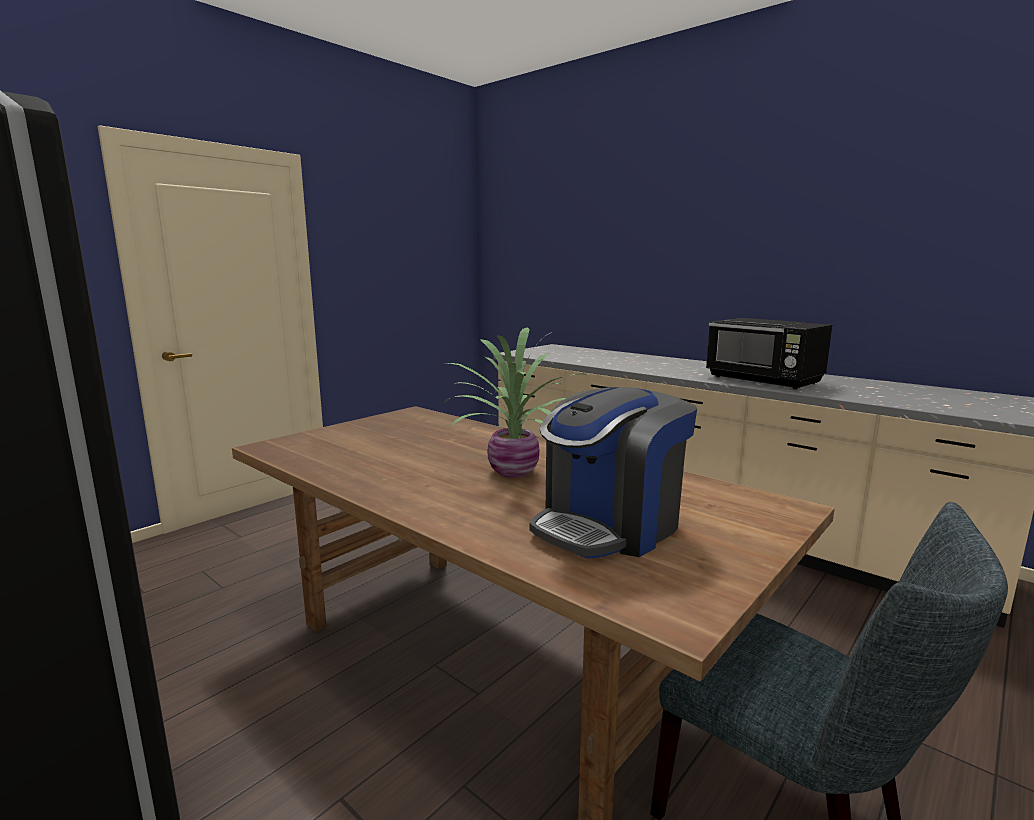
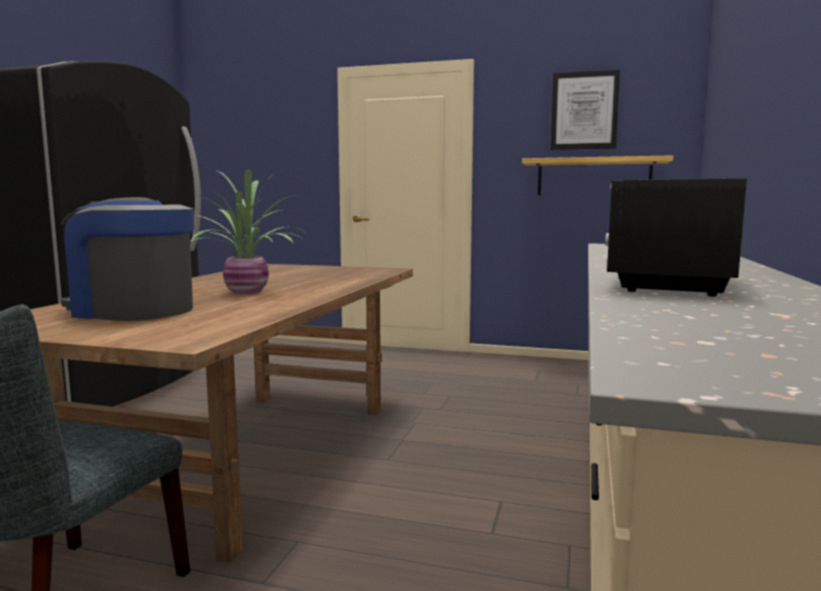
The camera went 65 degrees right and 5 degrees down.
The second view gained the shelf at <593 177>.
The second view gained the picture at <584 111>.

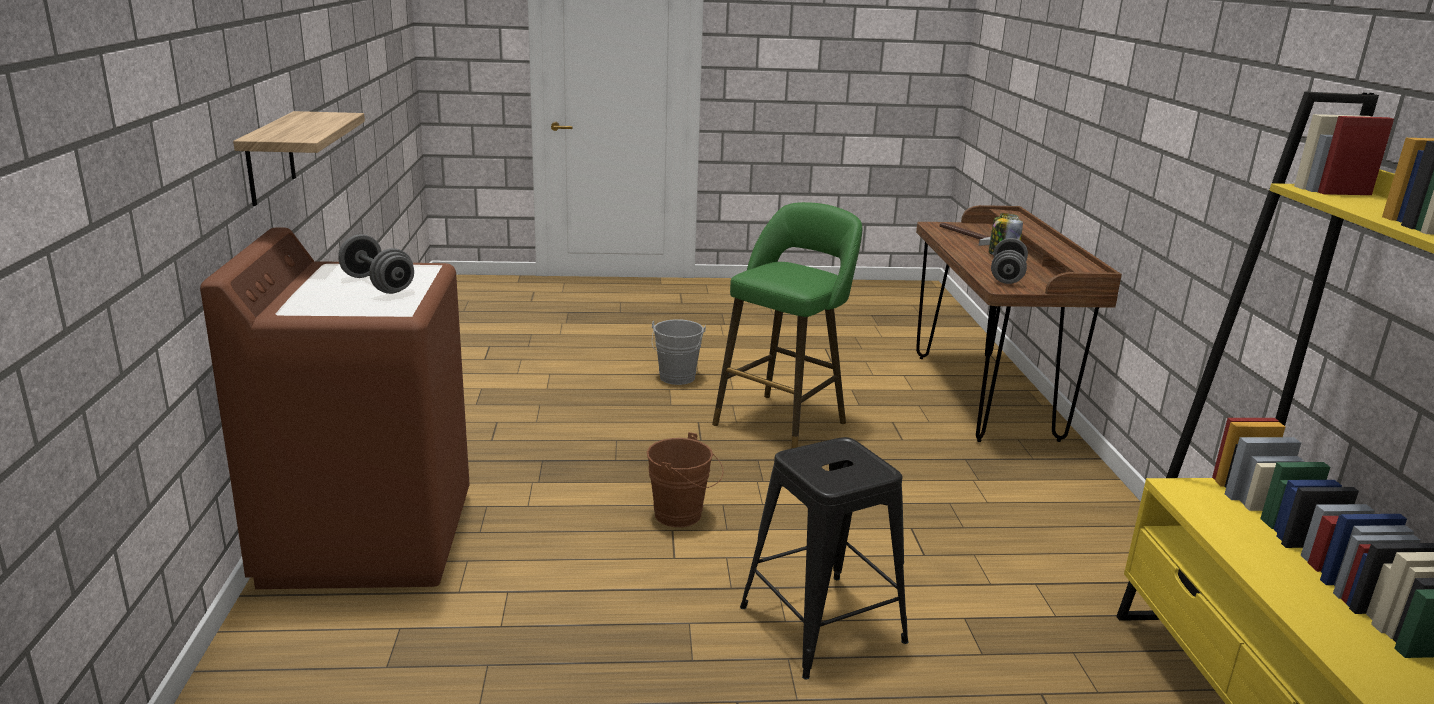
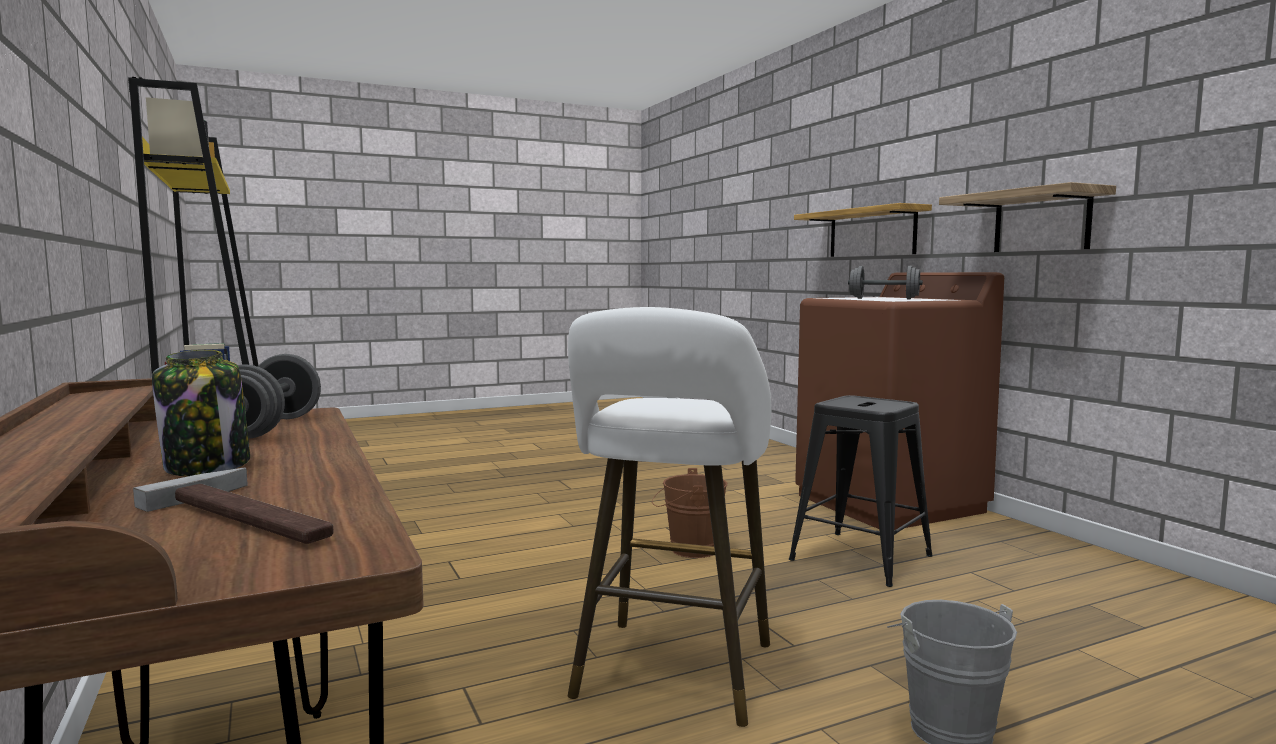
The camera went 160 degrees right and 15 degrees down.
The second view gained the shelf at <871 233>.
The black_stool ended up elsewhere, having gone from <822 624> to <861 558>.
What was the green_stool at <784 421> turned into the white_stool at <672 676>.

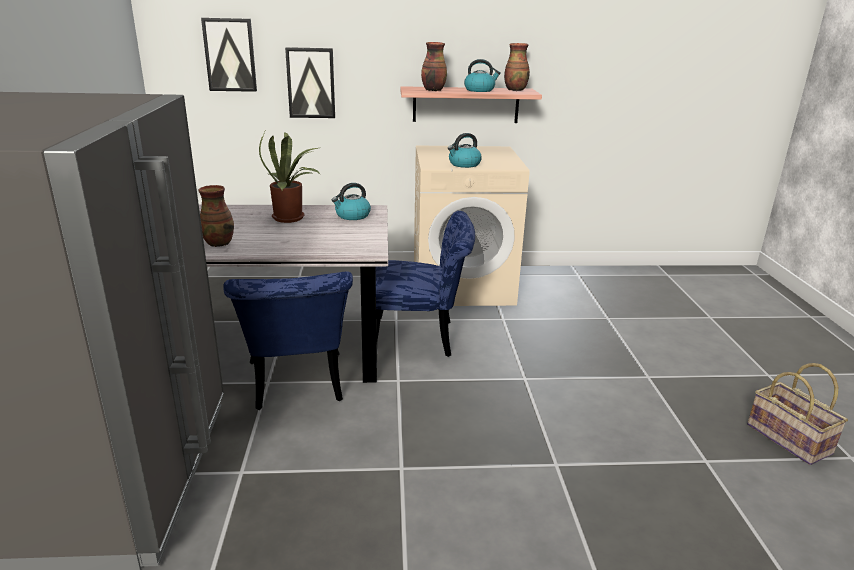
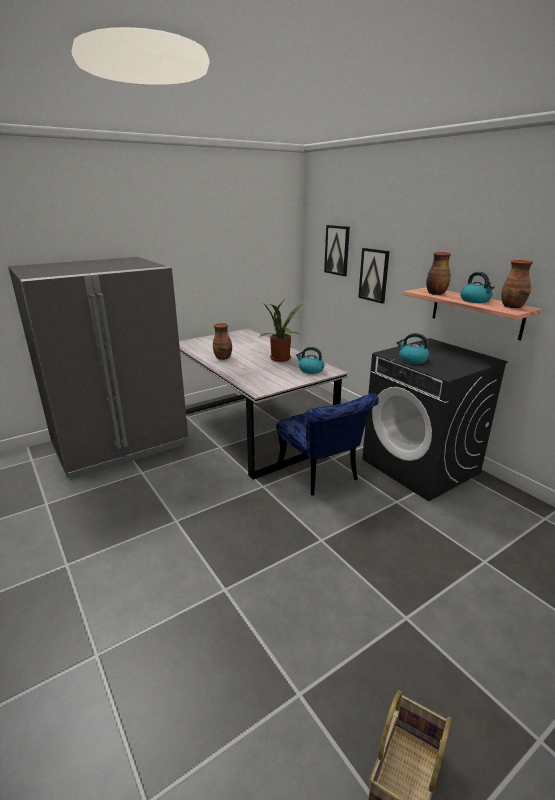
The camera went 60 degrees right and 0 degrees up.
The second view lost the blue_chair at <297 387>.
What was the beige_washing_machine at <463 286> turned into the black_washing_machine at <421 466>.

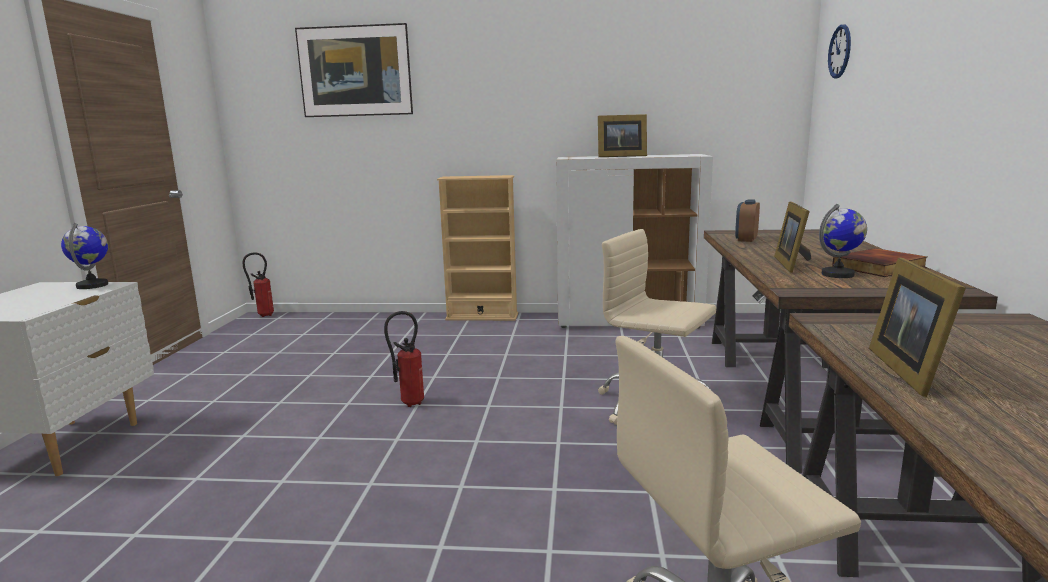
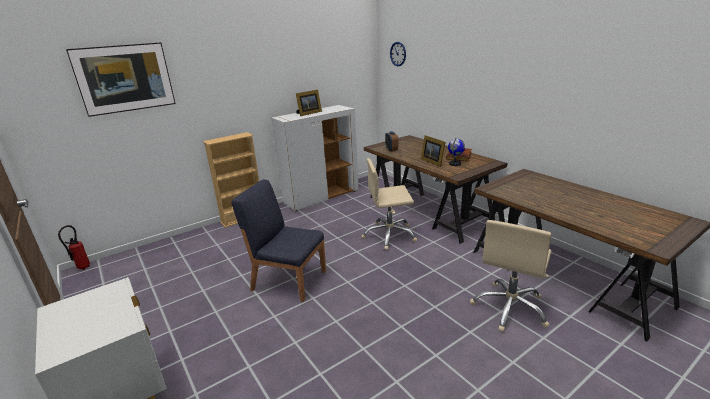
The camera went 40 degrees left and 10 degrees up.
The second view lost the globe at <93 285>.
The second view lost the picture_frame at <910 370>.
Where the fire_extinguisher stood at <408 403>, the blue_chair came to stand at <288 280>.

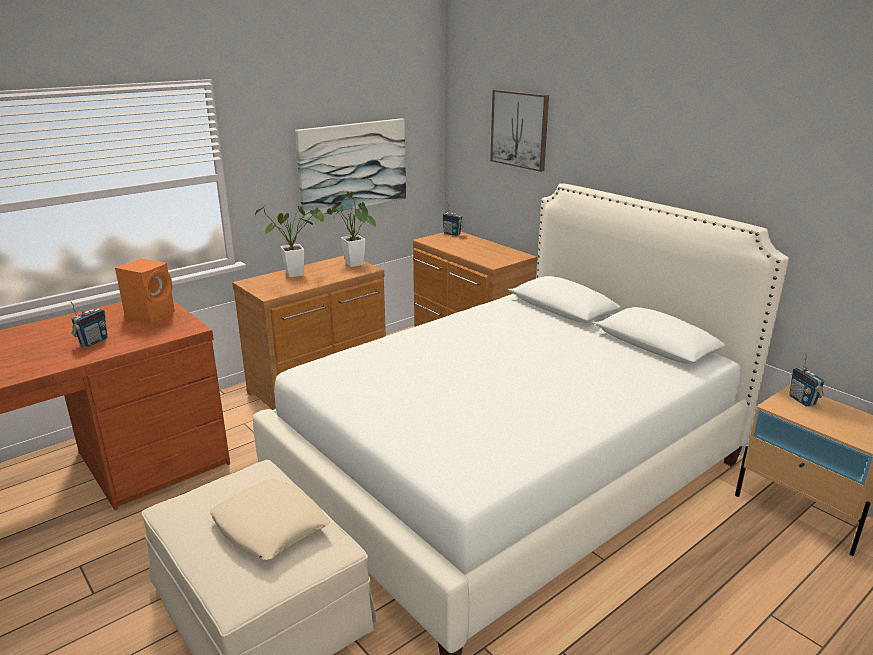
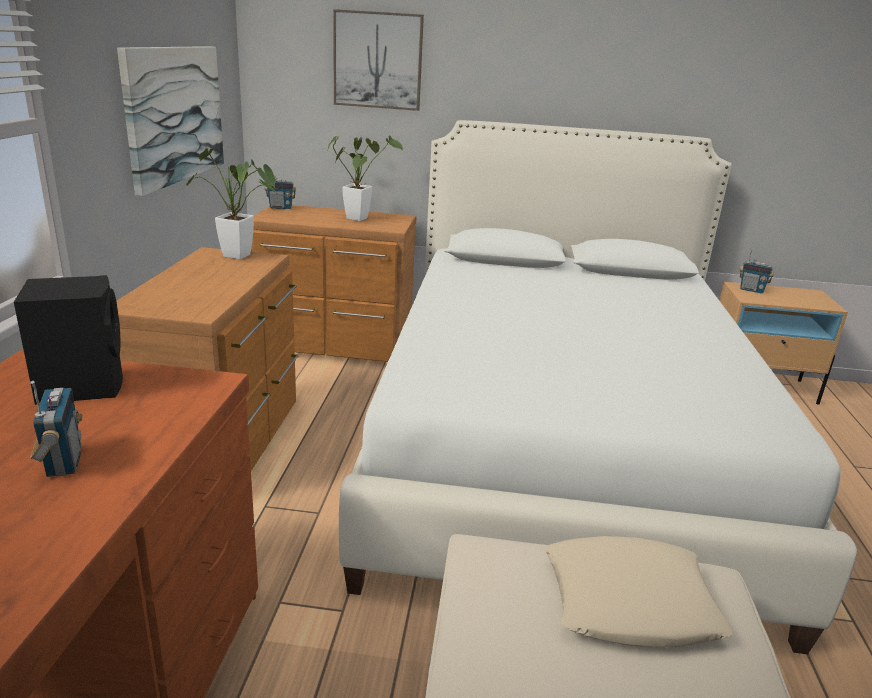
The camera went 45 degrees left and 0 degrees up.
The potted_plant ended up elsewhere, having gone from <299 274> to <359 218>.
What was the orange_speaker at <152 314> turned into the black_speaker at <82 385>.

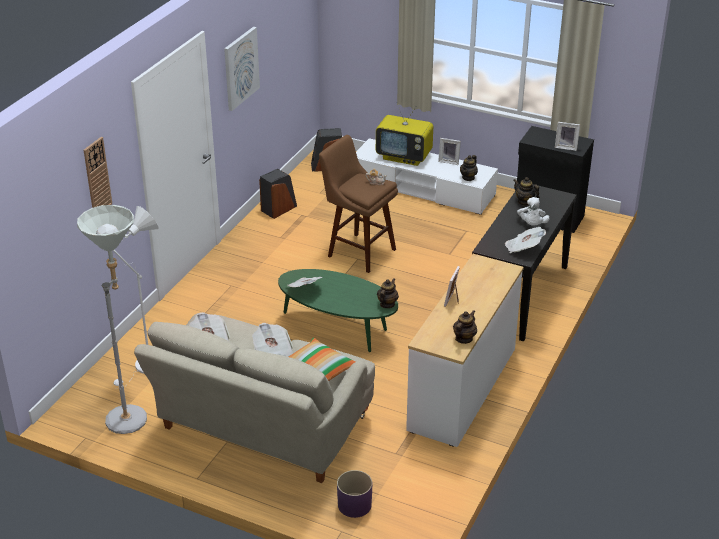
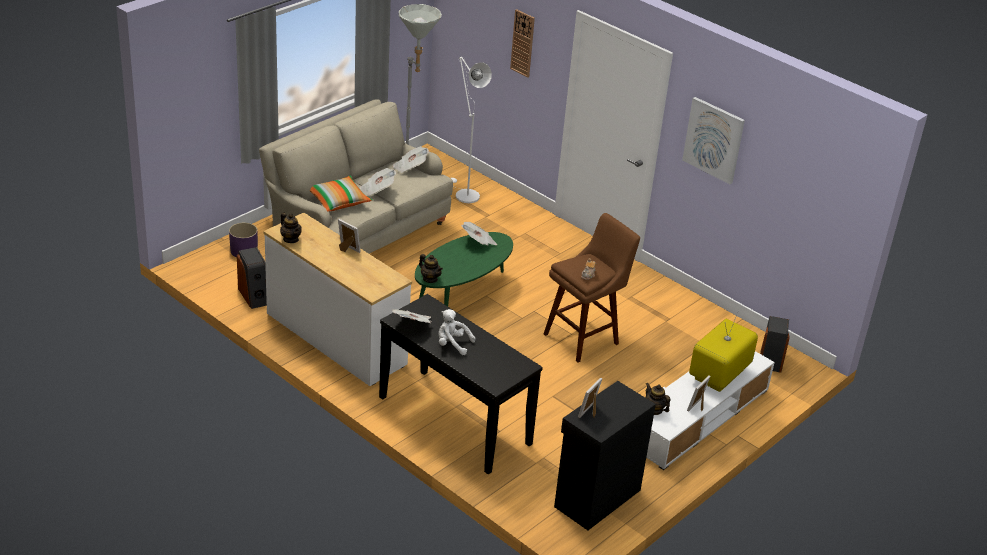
The camera went 105 degrees right and 0 degrees up.
The second view lost the teapot at <524 202>.
The speaker ended up elsewhere, having gone from <279 209> to <254 296>.

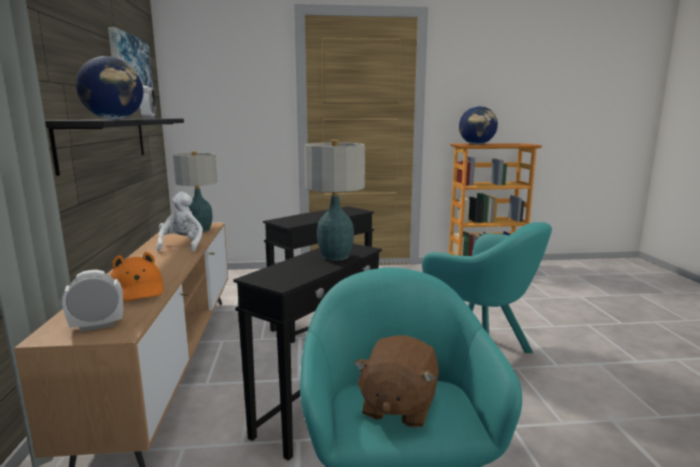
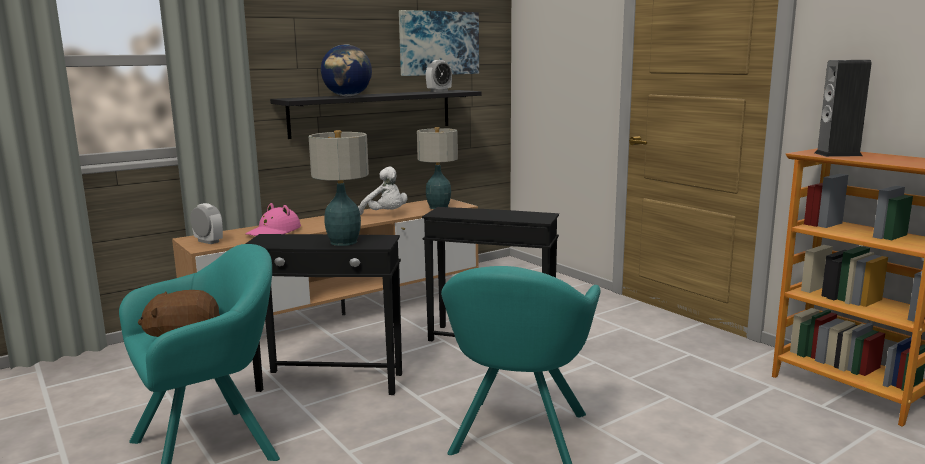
The camera went 60 degrees right and 0 degrees up.
Where the globe stood at <477 144>, the speaker came to stand at <838 154>.
What was the orange_hat at <138 290> turned into the pink_hat at <274 232>.
The white_plush_toy at <182 245> ended up facing another way, 75 degrees clockwise from before.

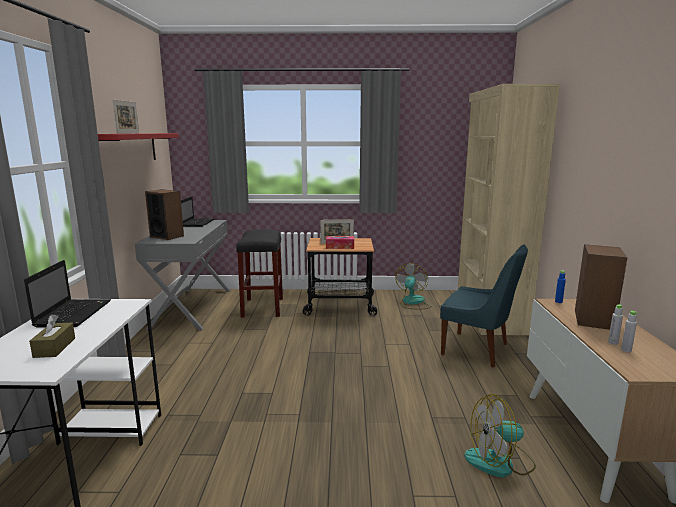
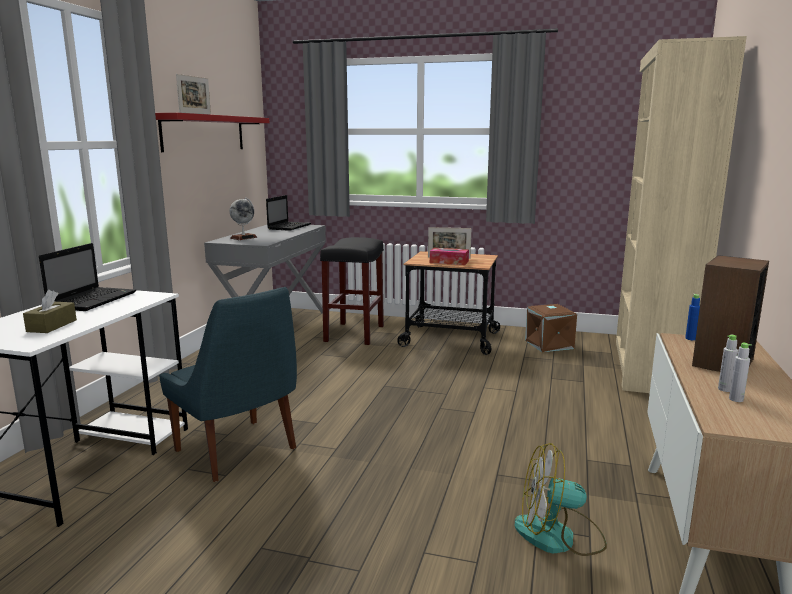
The camera went 15 degrees right and 0 degrees up.
The blue_chair ended up elsewhere, having gone from <477 350> to <238 451>.
Where the speaker stood at <167 236>, the globe came to stand at <243 238>.
Where the fan stood at <412 303>, the brown_storage_box came to stand at <548 344>.

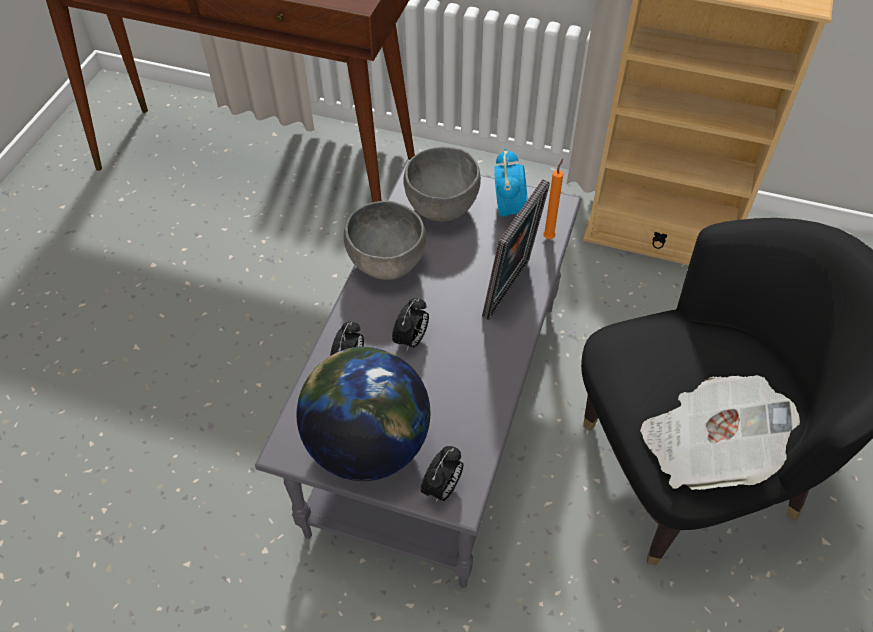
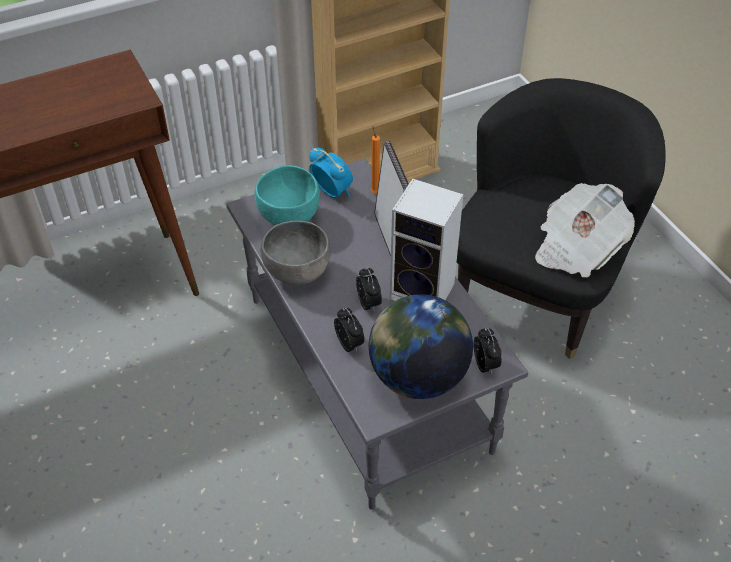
The camera went 45 degrees left and 5 degrees down.
The second view gained the speaker at <425 292>.
What was the grey_bowl at <441 207> turned into the turquoise_bowl at <288 217>.

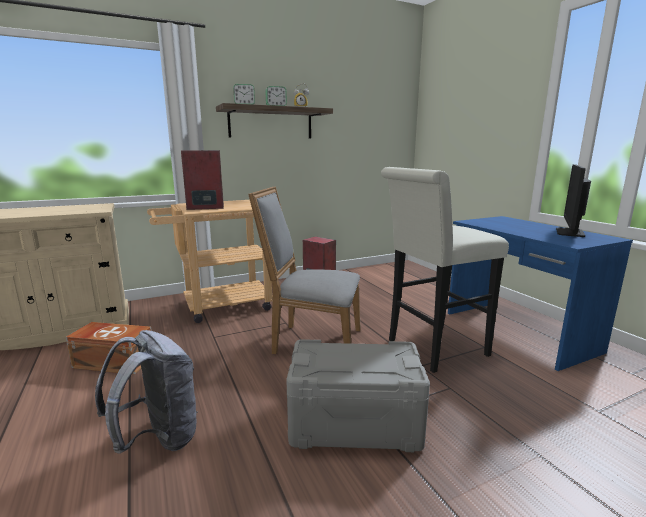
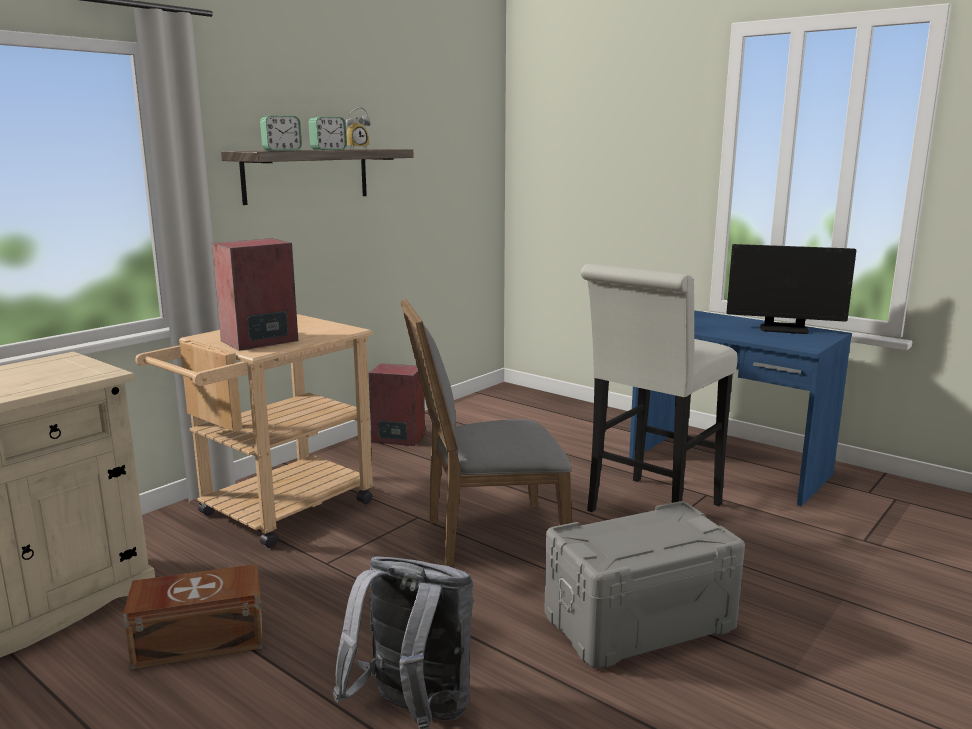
The camera went 25 degrees left and 0 degrees up.
The monitor at <570 232> ended up facing another way, 75 degrees counterclockwise from before.

